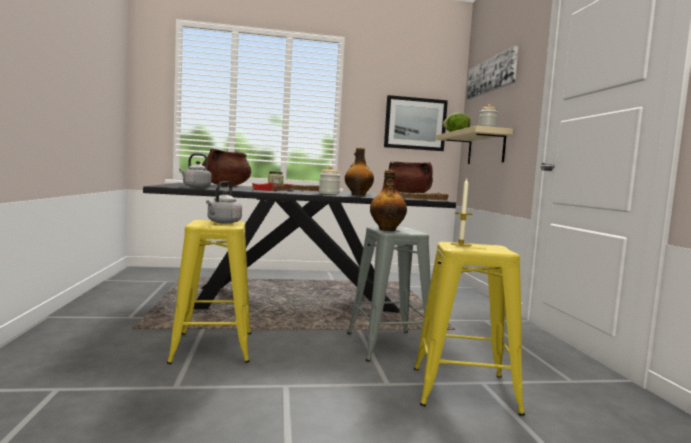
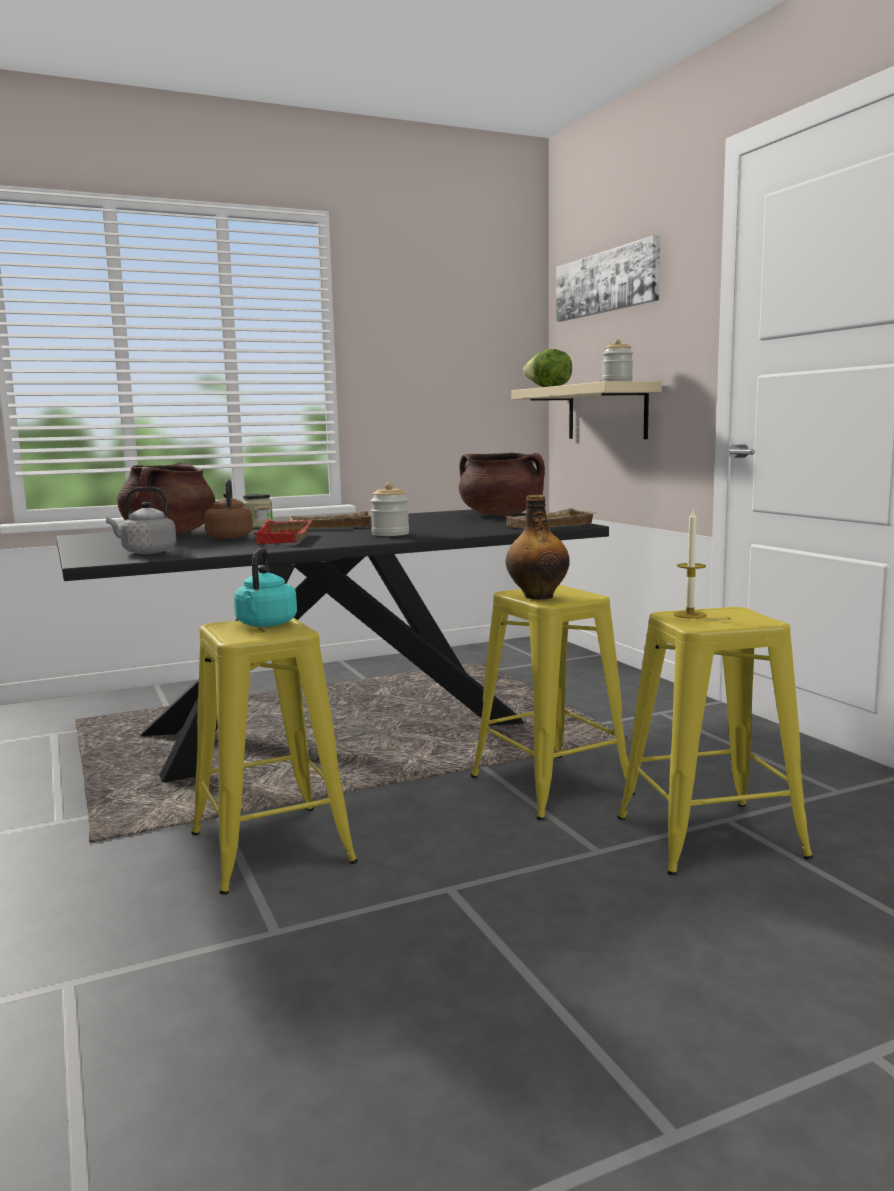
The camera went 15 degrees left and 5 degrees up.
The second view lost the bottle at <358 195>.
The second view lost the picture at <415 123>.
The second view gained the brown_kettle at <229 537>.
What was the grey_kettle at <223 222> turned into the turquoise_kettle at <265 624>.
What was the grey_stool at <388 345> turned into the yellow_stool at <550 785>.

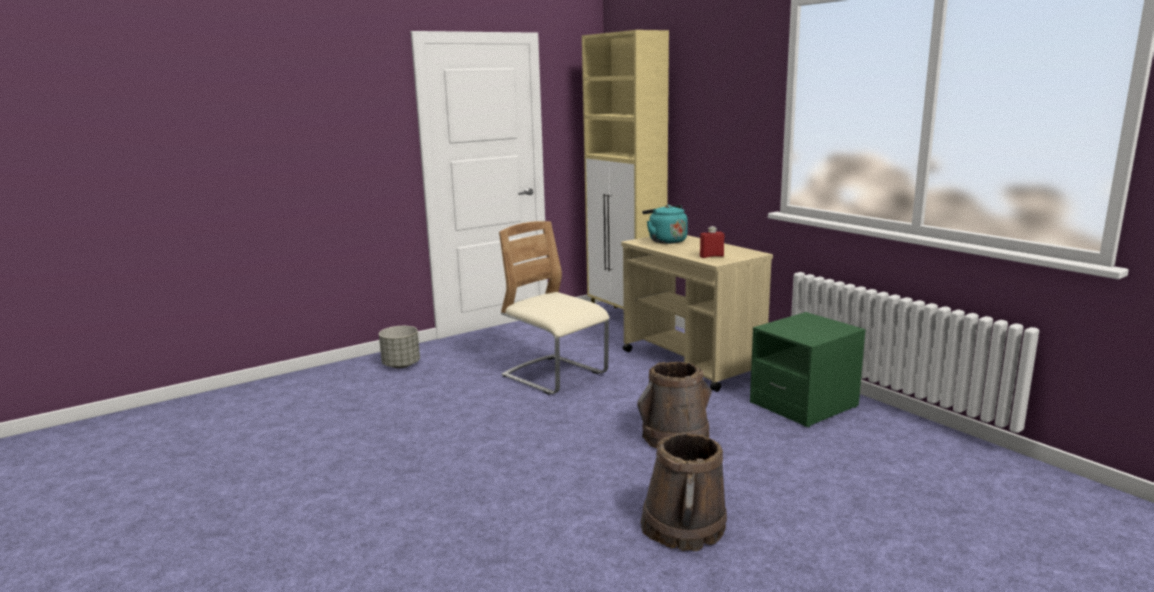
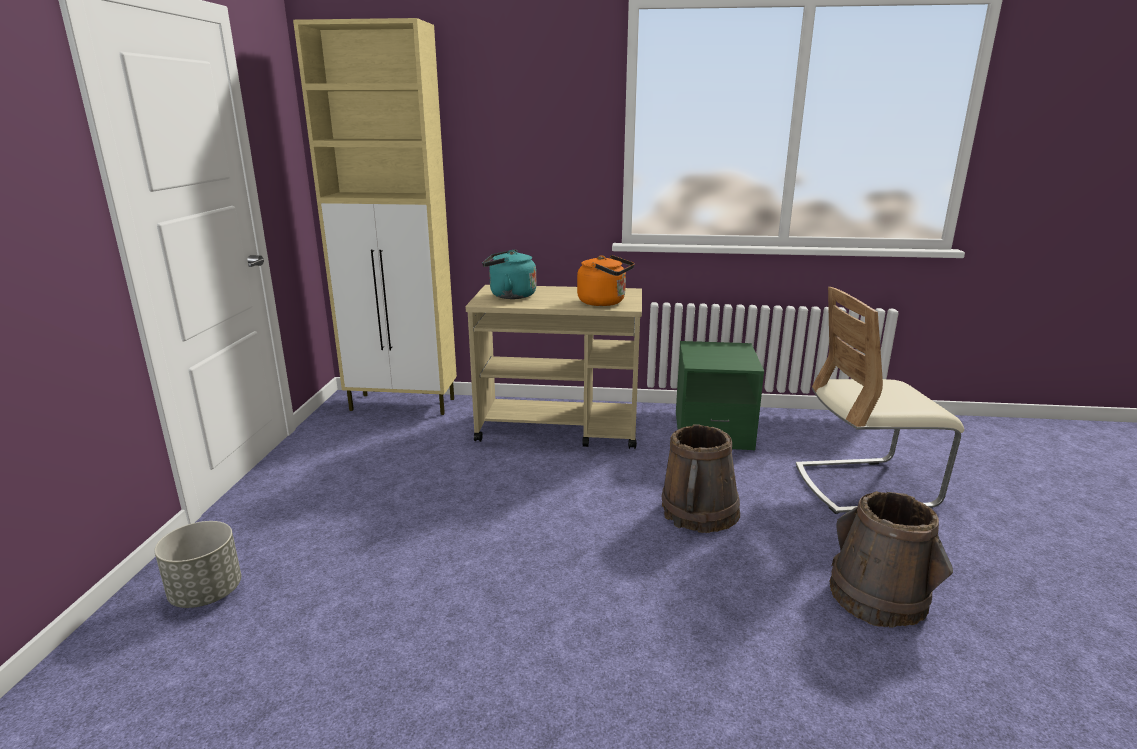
The camera went 50 degrees left and 5 degrees up.
The beige_chair ended up elsewhere, having gone from <555 376> to <864 486>.
Where the red_bottle stood at <711 256>, the orange_kettle came to stand at <604 302>.

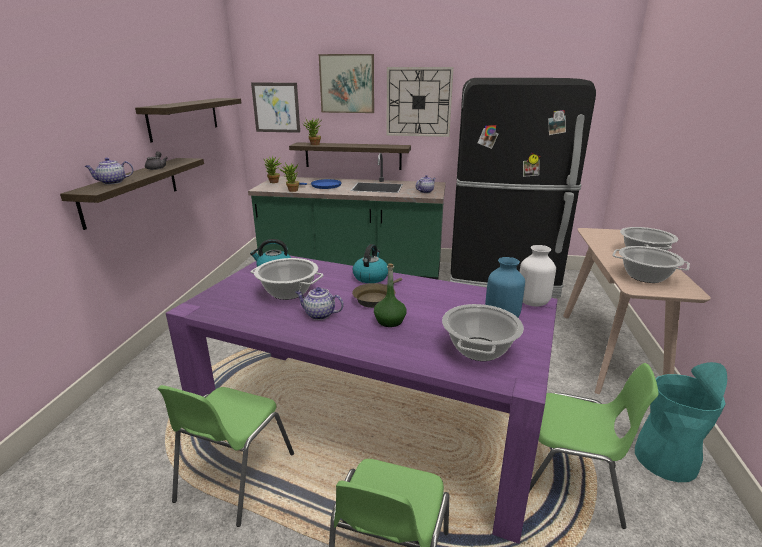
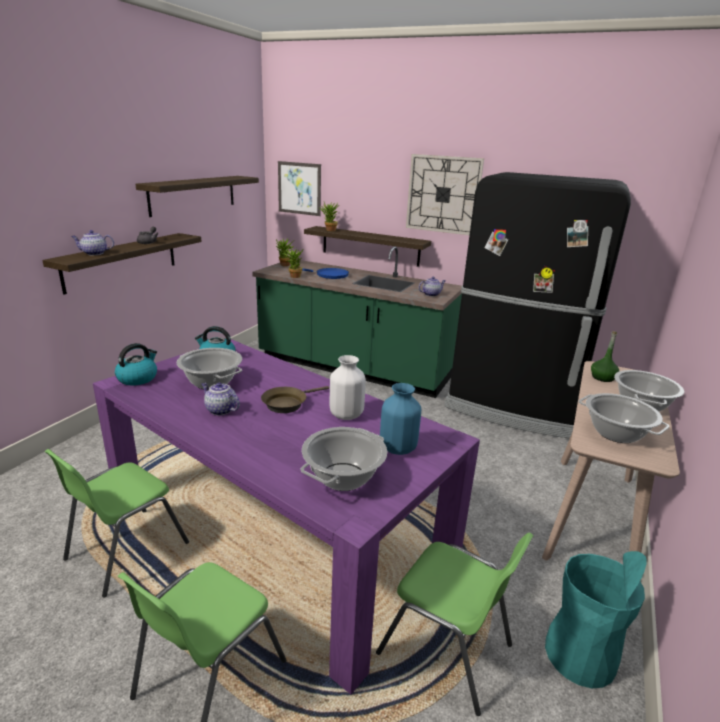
The camera went 15 degrees right and 0 degrees up.
The second view lost the picture at <347 84>.
The kettle ended up elsewhere, having gone from <370 277> to <138 378>.
The green_bottle ended up elsewhere, having gone from <390 321> to <602 378>.
The white_vase ended up elsewhere, having gone from <533 302> to <346 414>.

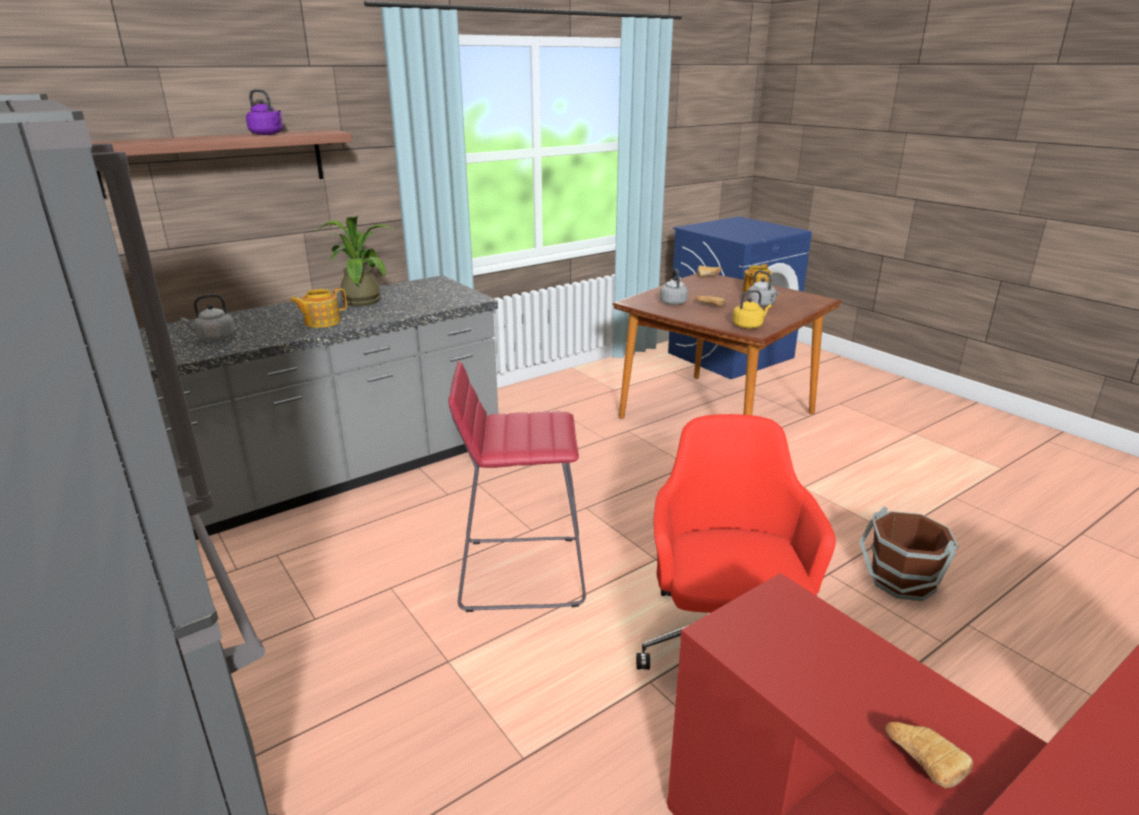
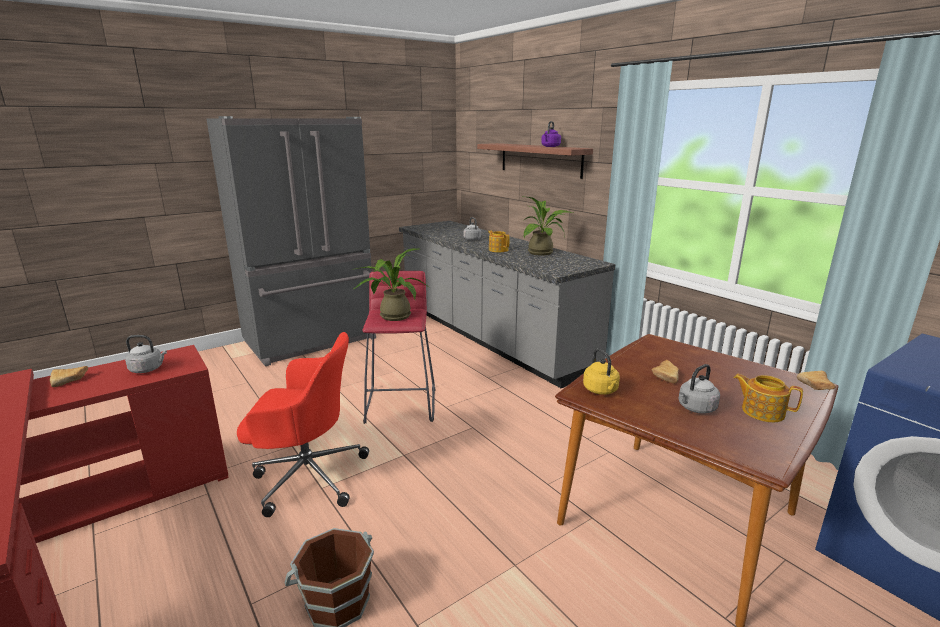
The camera went 90 degrees right and 5 degrees down.
The second view gained the potted_plant at <392 315>.
The grey_kettle ended up elsewhere, having gone from <673 302> to <148 369>.

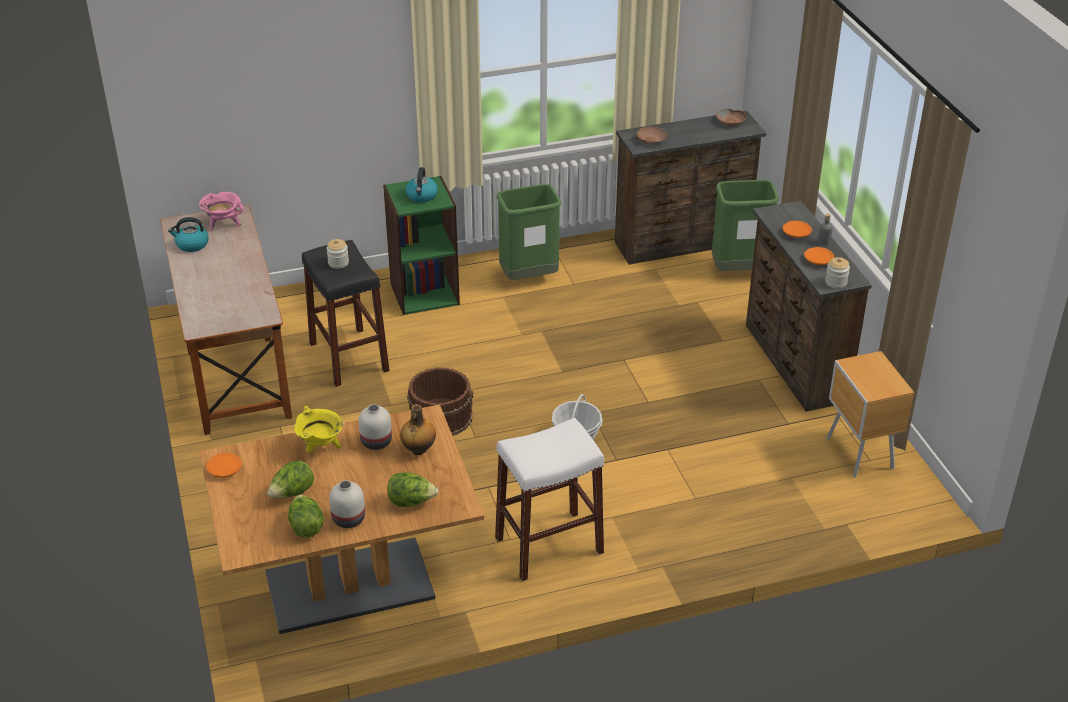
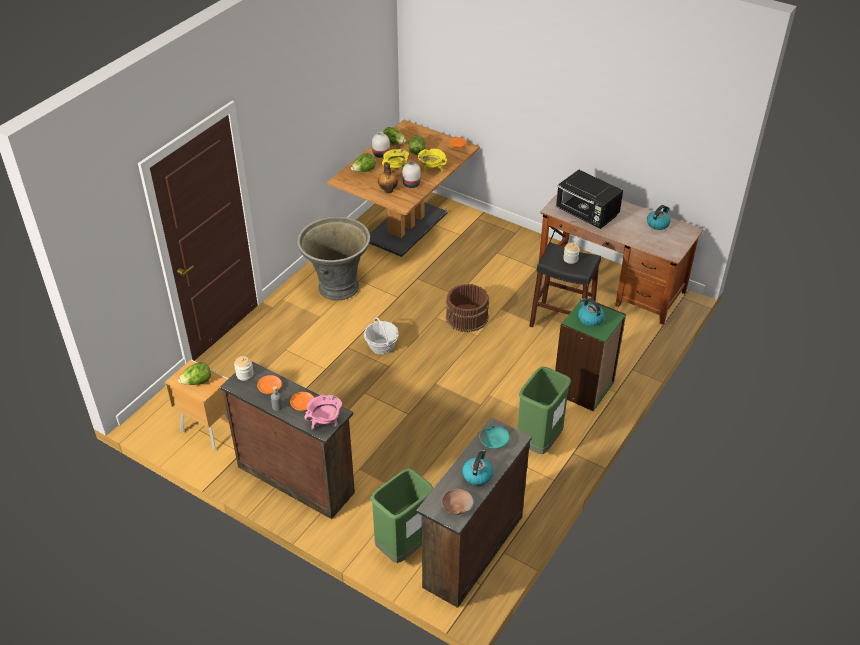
The camera went 140 degrees right and 5 degrees up.
The second view gained the lettuce at <197 382>.
The second view gained the yellow_cooking_pot at <396 171>.
The second view gained the kettle at <477 475>.
The second view gained the black_microwave at <587 214>.
The pink_cooking_pot ended up elsewhere, having gone from <223 224> to <325 423>.
Where the white_stool stood at <549 545>, the grey_planter came to stand at <337 287>.
What was the brown_bowl at <650 140> turned into the turquoise_bowl at <494 441>.

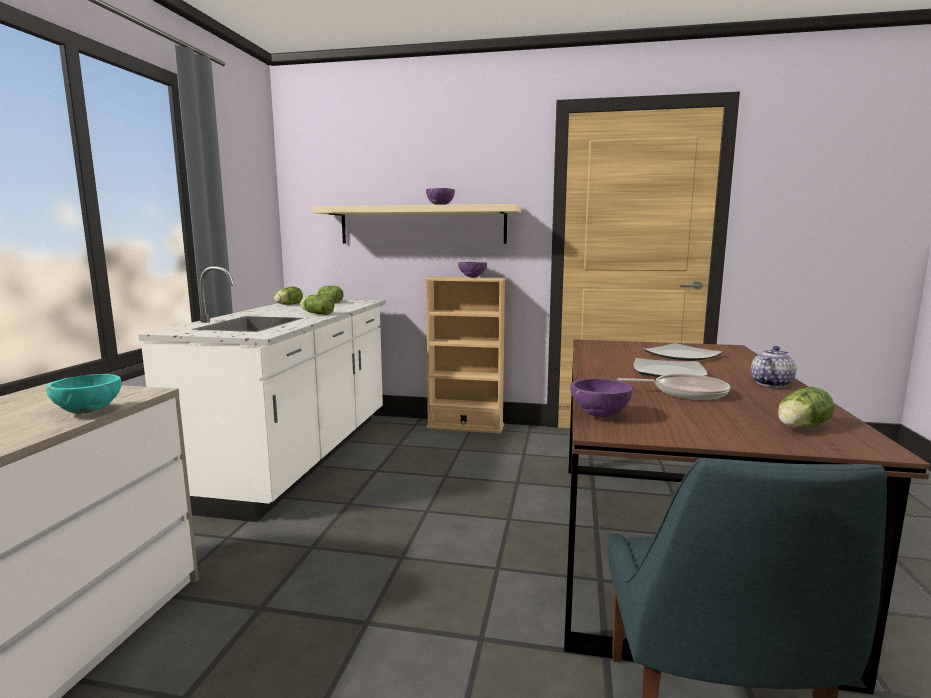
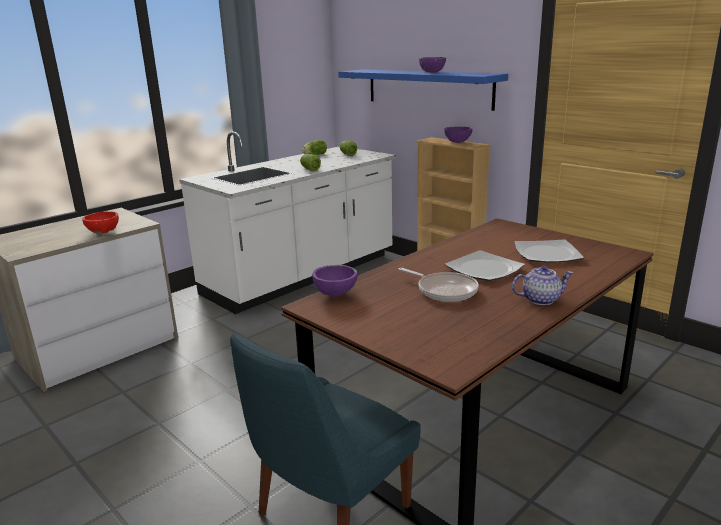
The camera went 35 degrees right and 10 degrees up.
The second view lost the lettuce at <799 427>.
What was the turquoise_bowl at <88 412> turned into the red_bowl at <103 232>.
What was the beige_shelf at <422 225> turned into the blue_shelf at <427 88>.

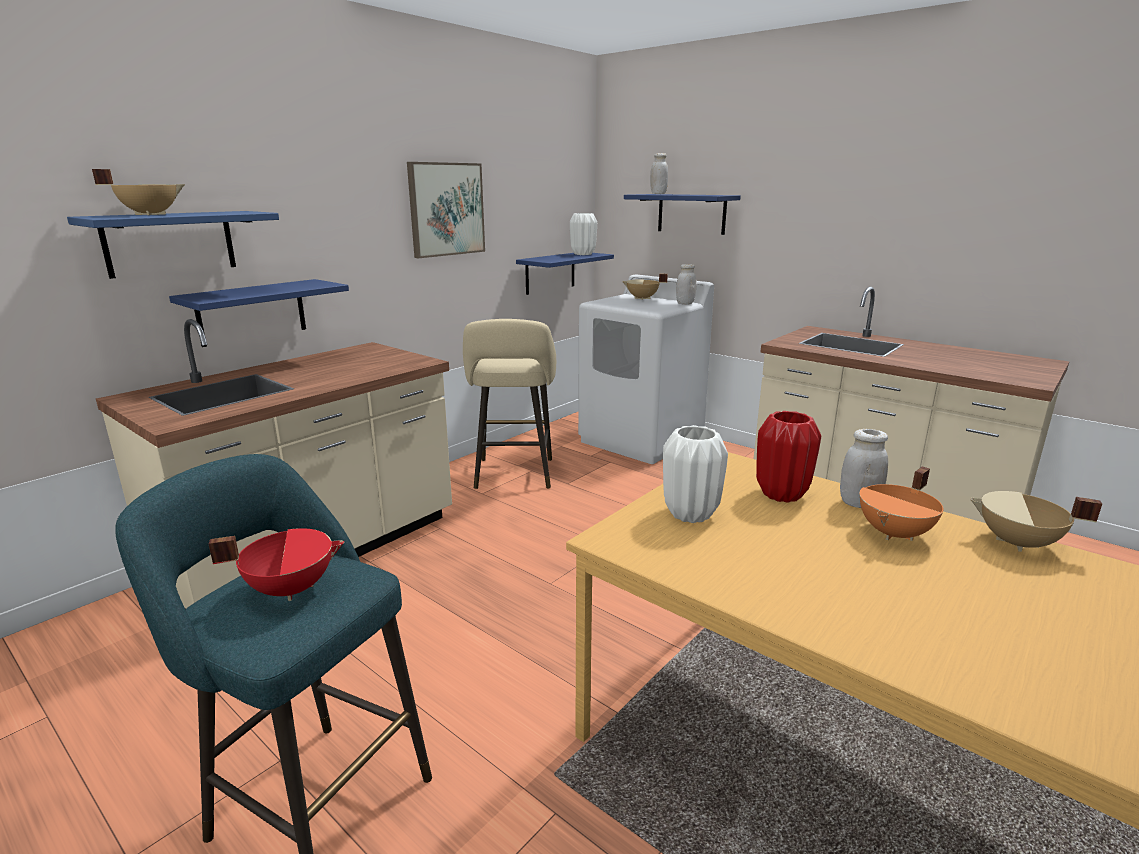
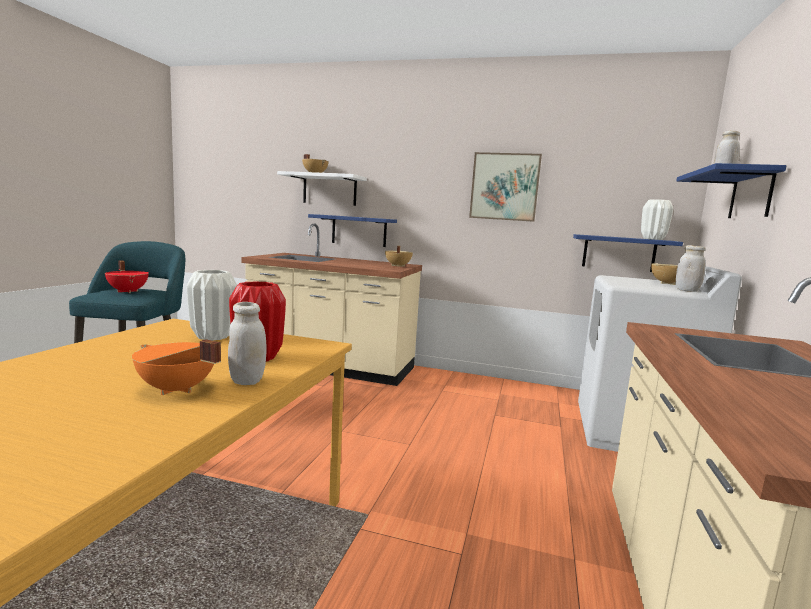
The camera went 65 degrees right and 10 degrees down.
The second view lost the beige_stool at <514 476>.
The beige_cooking_pot ended up elsewhere, having gone from <1018 544> to <397 266>.
What was the blue_shelf at <170 243> turned into the white_shelf at <329 190>.

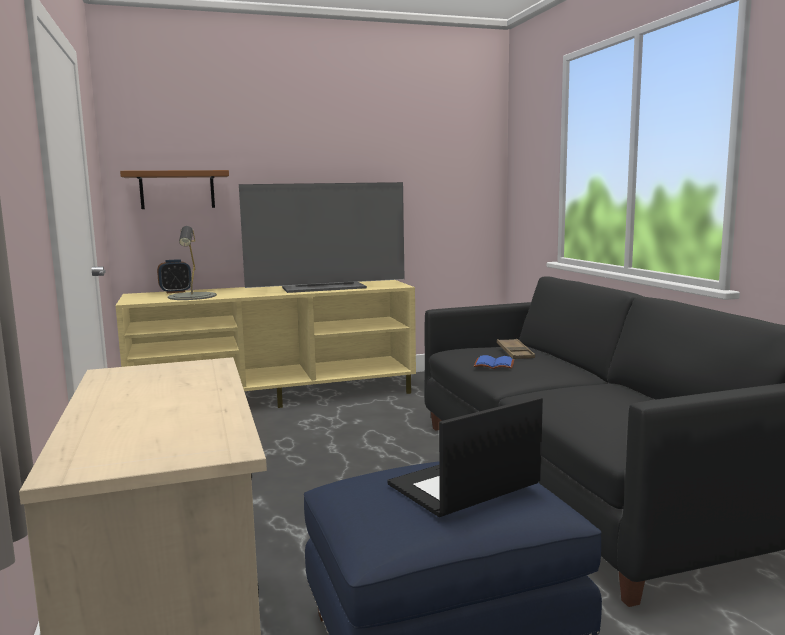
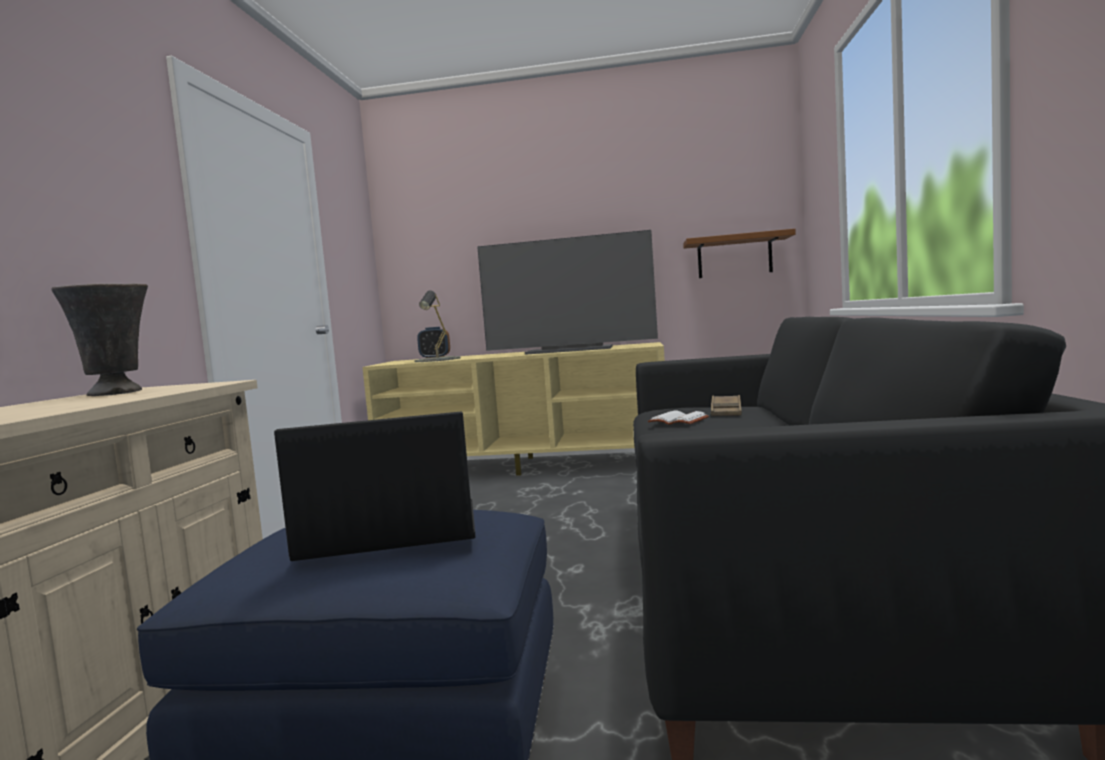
The camera went 25 degrees right and 5 degrees down.
The second view gained the grey_vase at <117 393>.
The brown_shelf ended up elsewhere, having gone from <177 190> to <734 256>.
What was the blue_book at <493 365> turned into the white_book at <676 421>.

